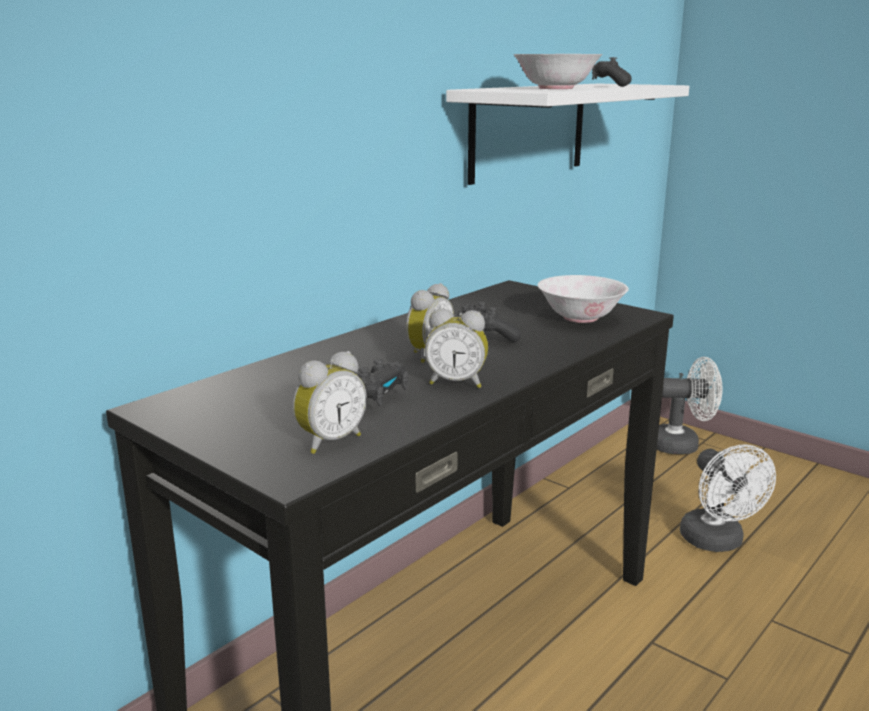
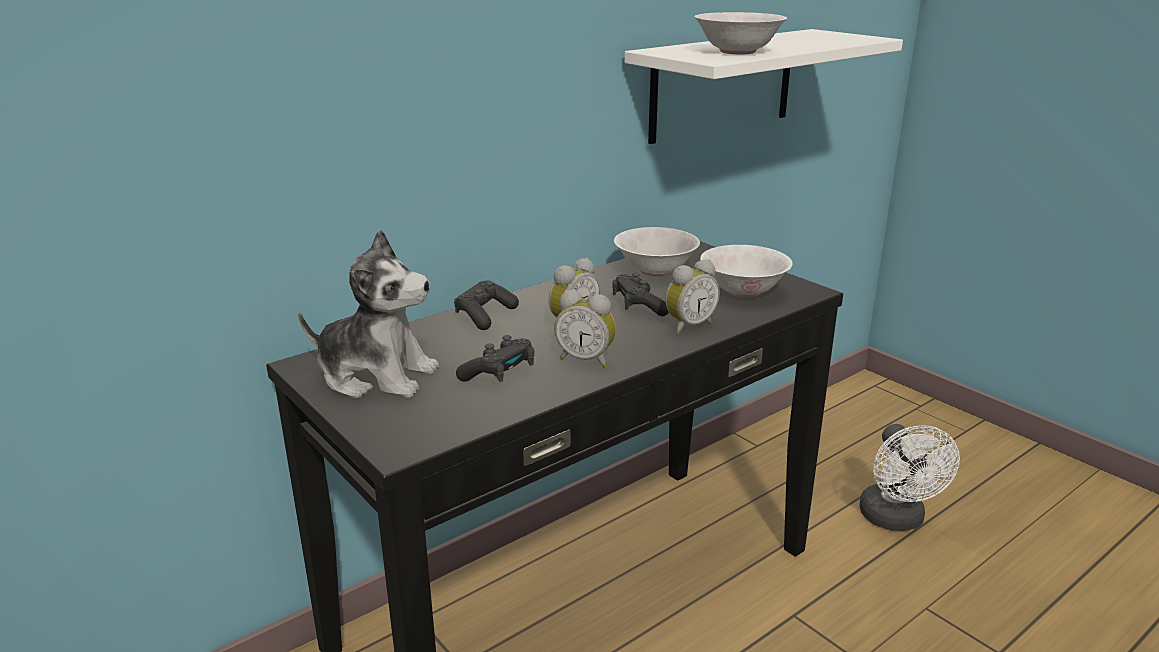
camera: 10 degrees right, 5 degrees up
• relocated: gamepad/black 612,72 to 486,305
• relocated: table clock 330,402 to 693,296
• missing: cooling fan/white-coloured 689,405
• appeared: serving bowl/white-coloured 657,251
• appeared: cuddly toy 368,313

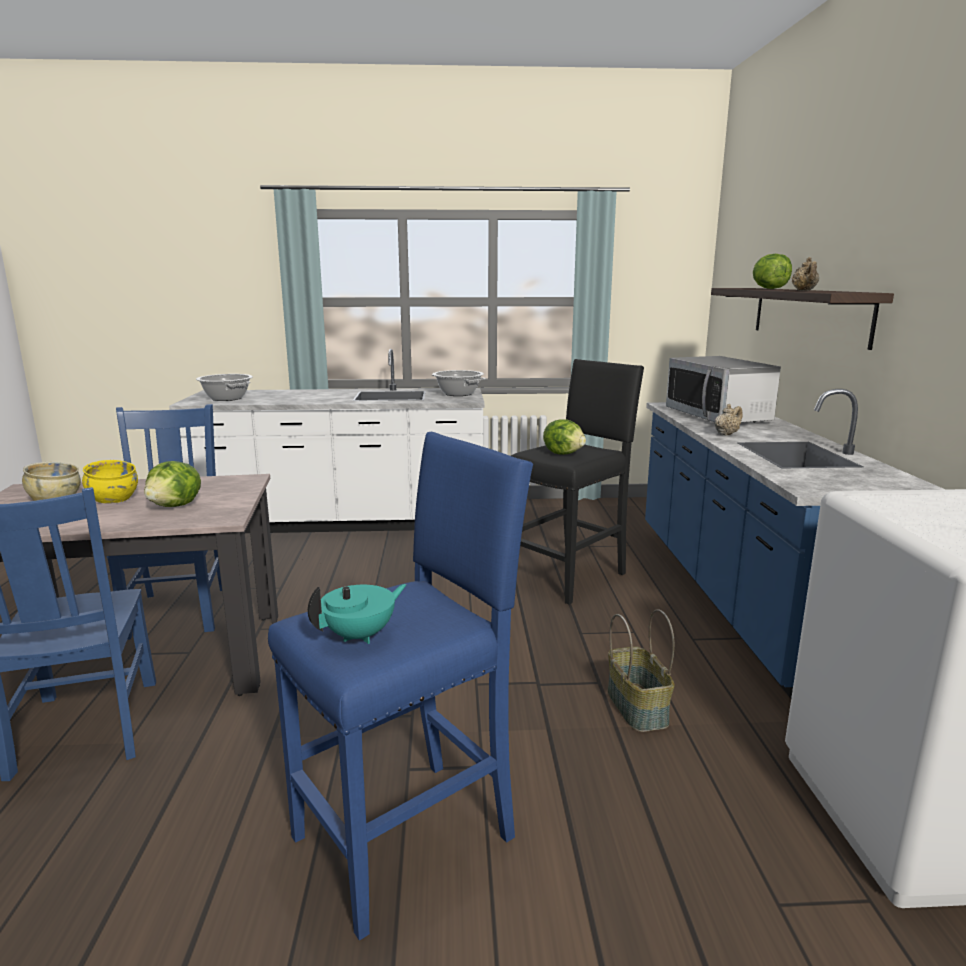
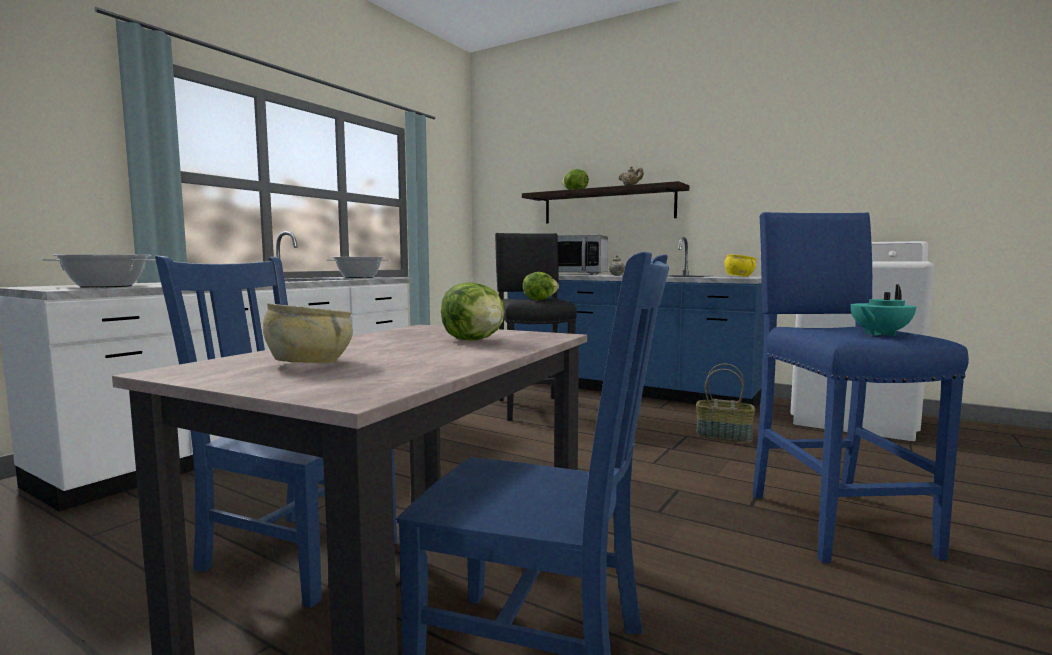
camera: 55 degrees left, 10 degrees down
• relocated: serving bowl/yellow 110,482 to 740,265
• spun: tea pot/turquoise-coloured 357,614 = 883,310 120 degrees counterclockwise

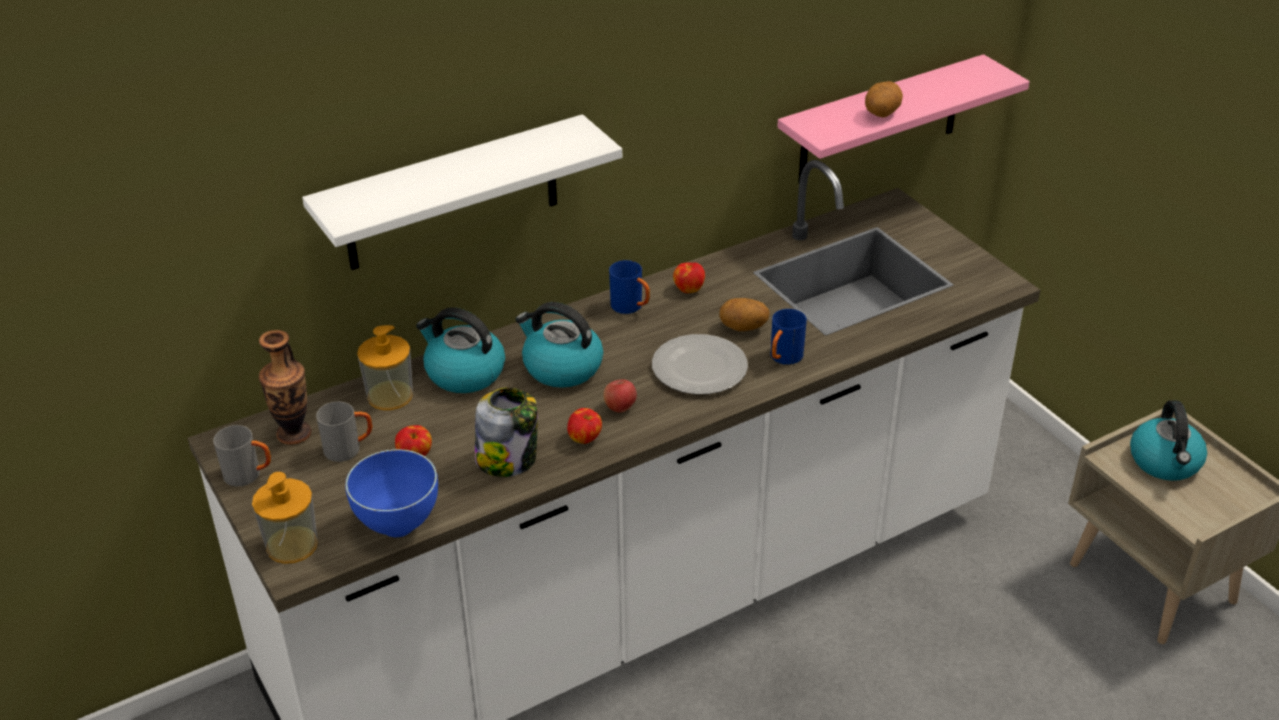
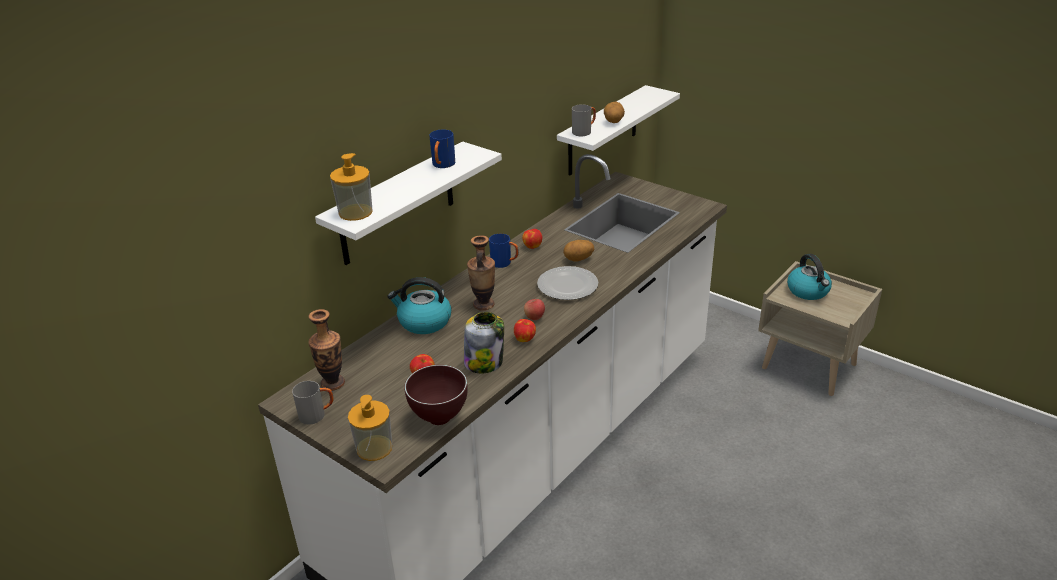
camera: 20 degrees left, 5 degrees down
• colour: wall shelf/pink 903,118 to wall shelf/white-coloured 618,130
• exchanged: water kettle 559,345 to decorative vase 481,273
• relocated: mug/bluish 789,337 to 442,149
• relocated: soap bottle 385,367 to 351,187
• relocated: mug/gray 344,431 to 584,120
• colour: serving bowl/bluish 391,493 to serving bowl/brownish 436,395

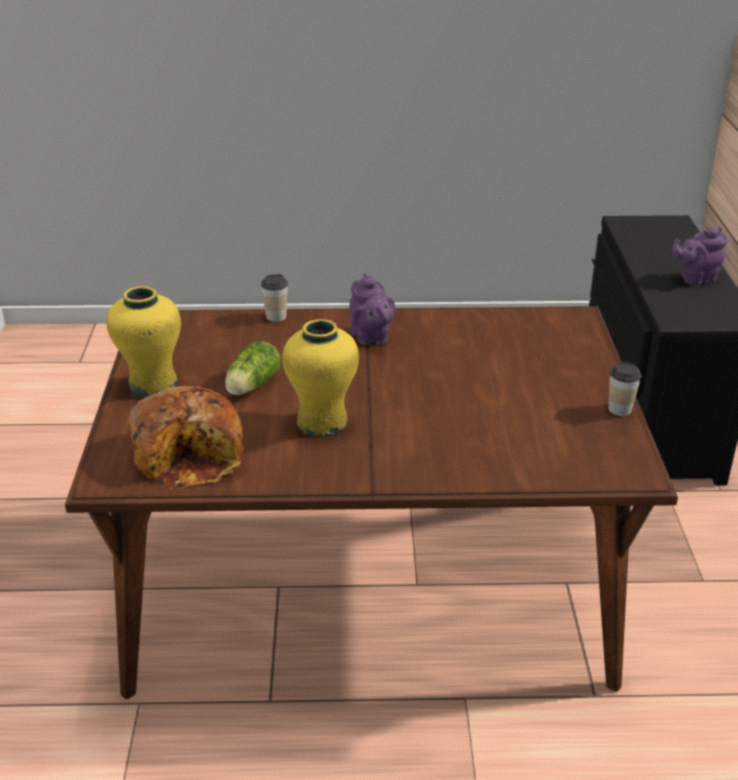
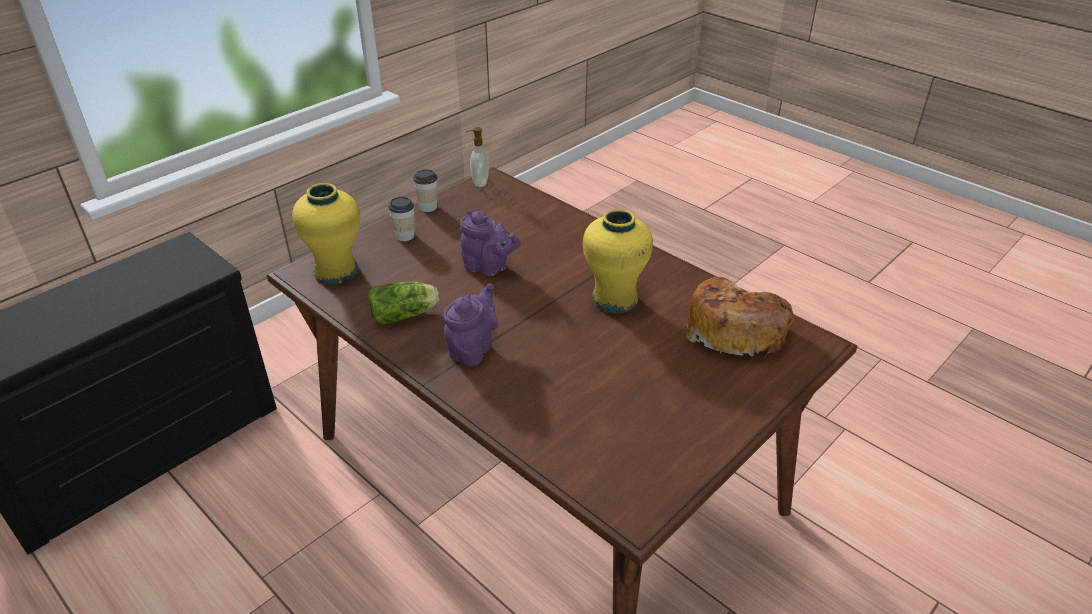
camera: 135 degrees left, 5 degrees up
• relocated: tea pot/purplish 700,256 to 490,243
• relocated: small cup 274,298 to 401,219
• relocated: decorative vase/yellow 143,341 to 326,234
• relocated: head of lettuce 253,368 to 403,303
• appeared: soap bottle 477,157

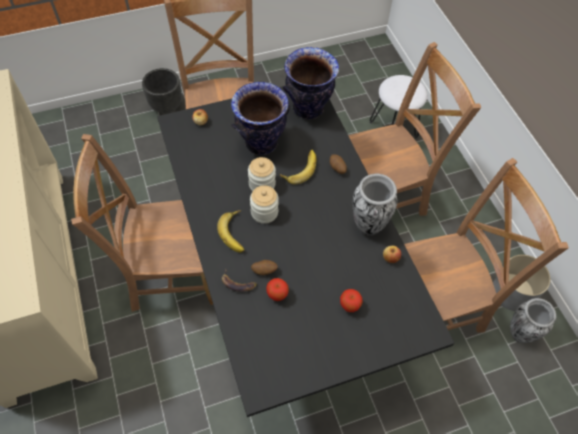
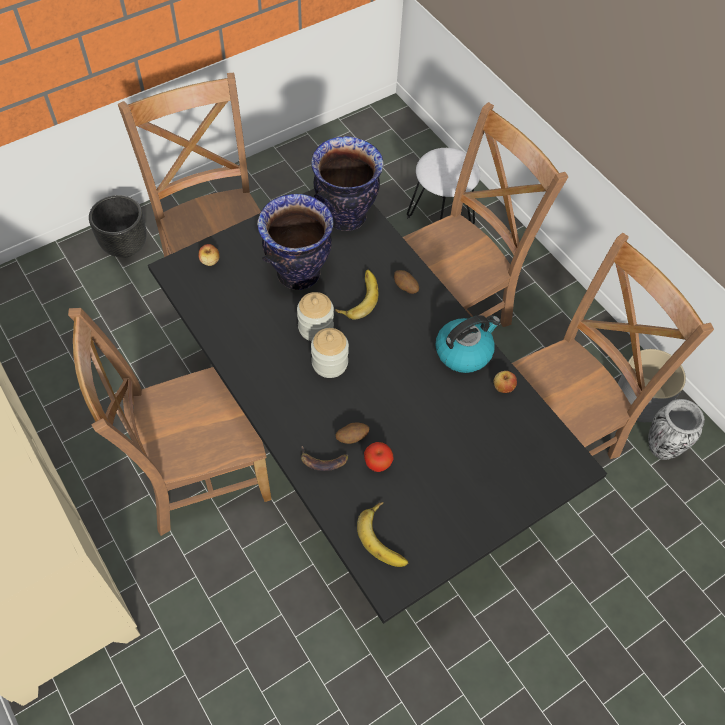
camera: 15 degrees left, 0 degrees up
• exchanged: decorative vase 375,205 to water kettle 468,344
• relocated: whole banana 230,231 to 382,534
• missing: apple 351,300

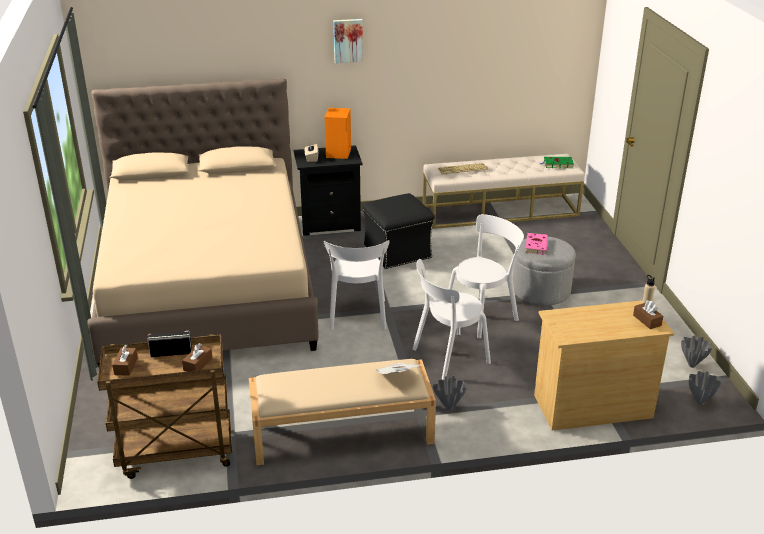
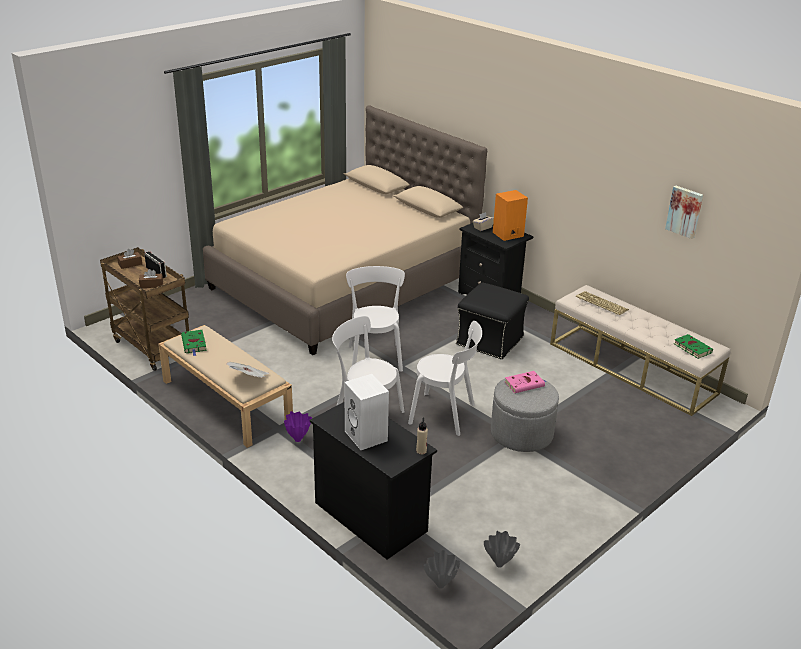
camera: 55 degrees right, 0 degrees up
• relocated: wall art 348,41 to 684,212
• spun: upright chair/white-coloured 356,285 = 375,319 120 degrees clockwise
• colour: chest of drawers/beige 604,365 to chest of drawers/black 373,481
• missing: tissue box/brownish 648,314
• colour: decorative vase/gray 450,393 to decorative vase/purplish 298,426
• appeared: volume/green-coloured 194,343
• appeared: speaker/white-coloured 366,412

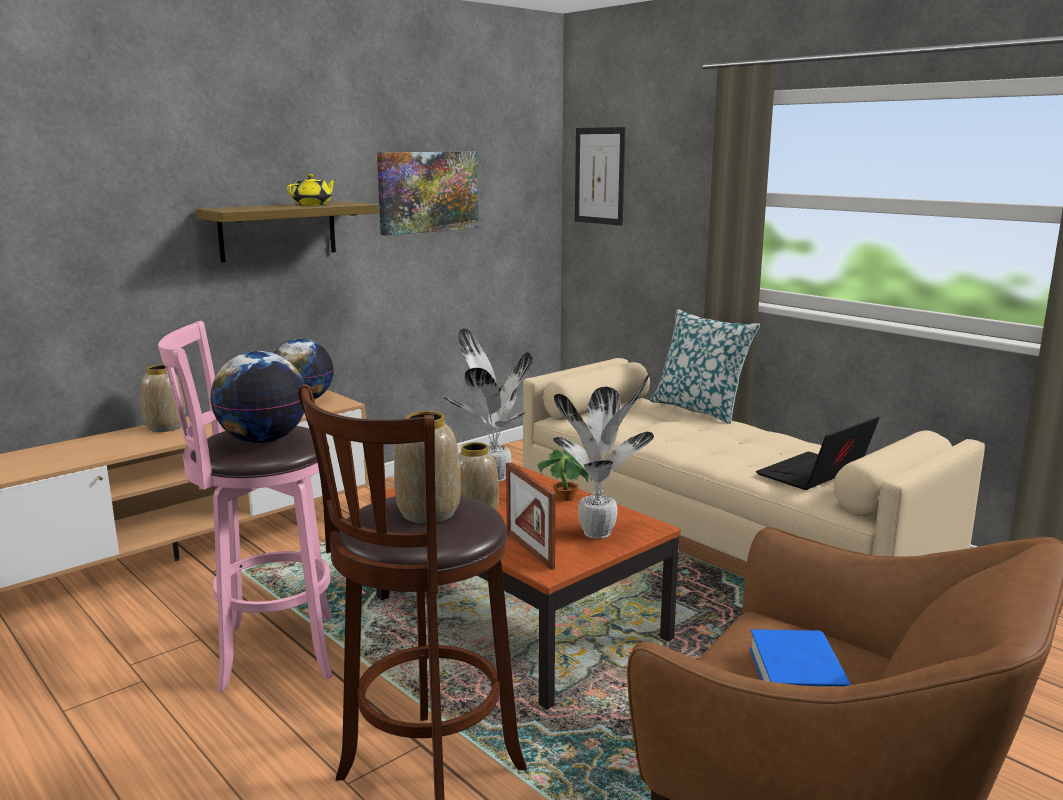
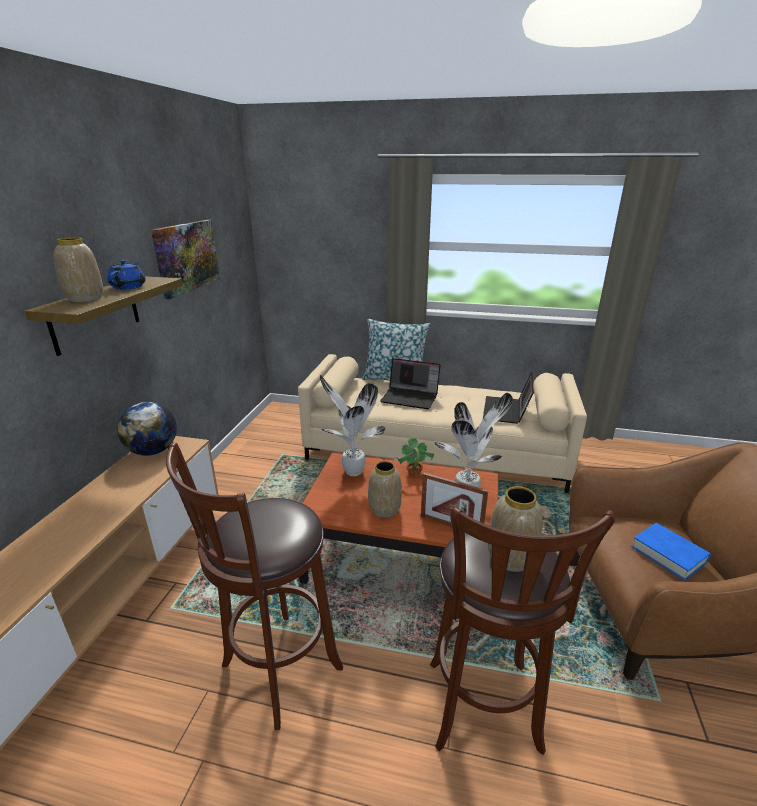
camera: 35 degrees left, 10 degrees up
• missing: wall art 600,176
• colour: tea pot/yellow 311,189 to tea pot/bluish 126,275
• colour: stool seat/pink 245,506 to stool seat/brownish 254,586
• missing: world globe 257,397
• relocated: decorative vase 163,398 to 78,269
• appeared: portable computer 410,383

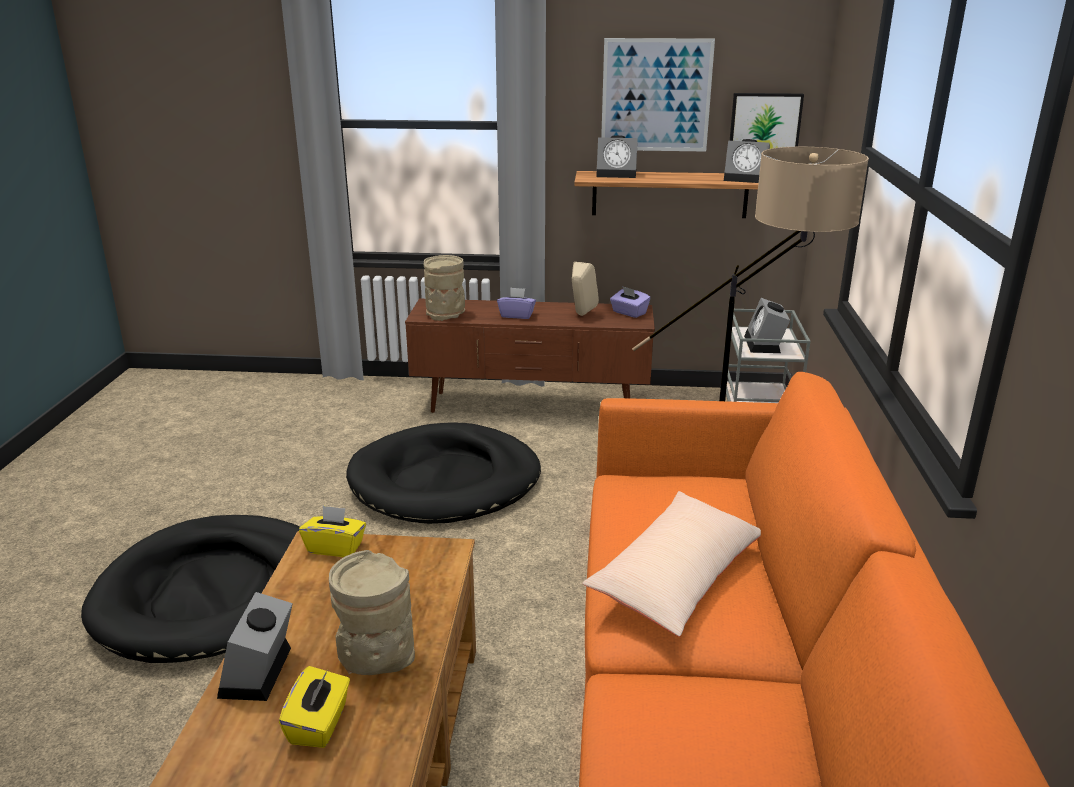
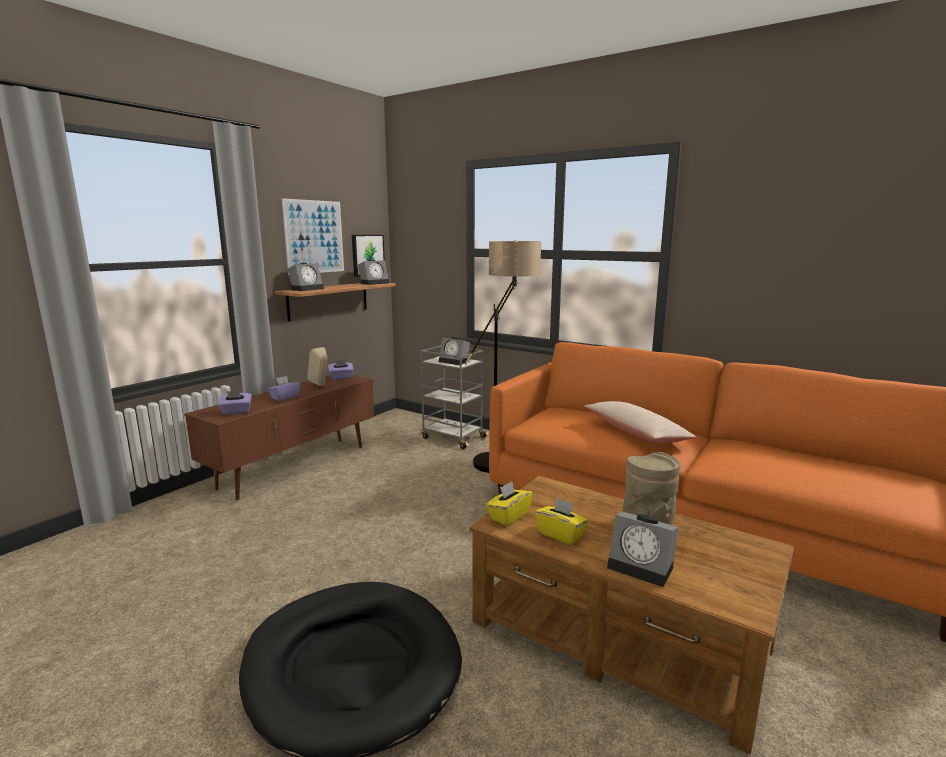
camera: 60 degrees left, 10 degrees down
• exchanged: decorative vase/beige 444,288 to tissue box/purplish 235,403
• missing: dog bed/black 443,473
• relocated: tissue box/yellow 314,707 to 561,521

